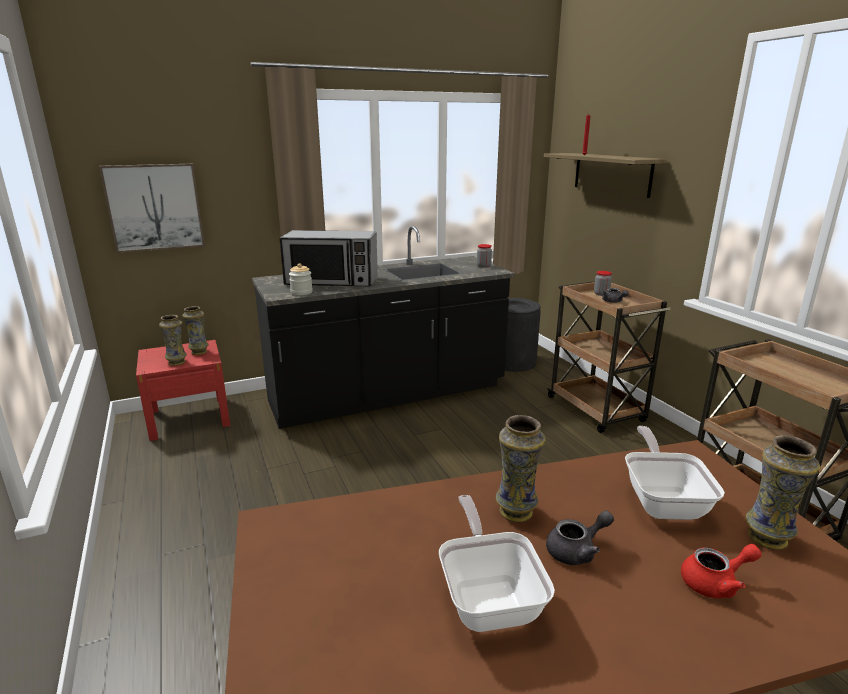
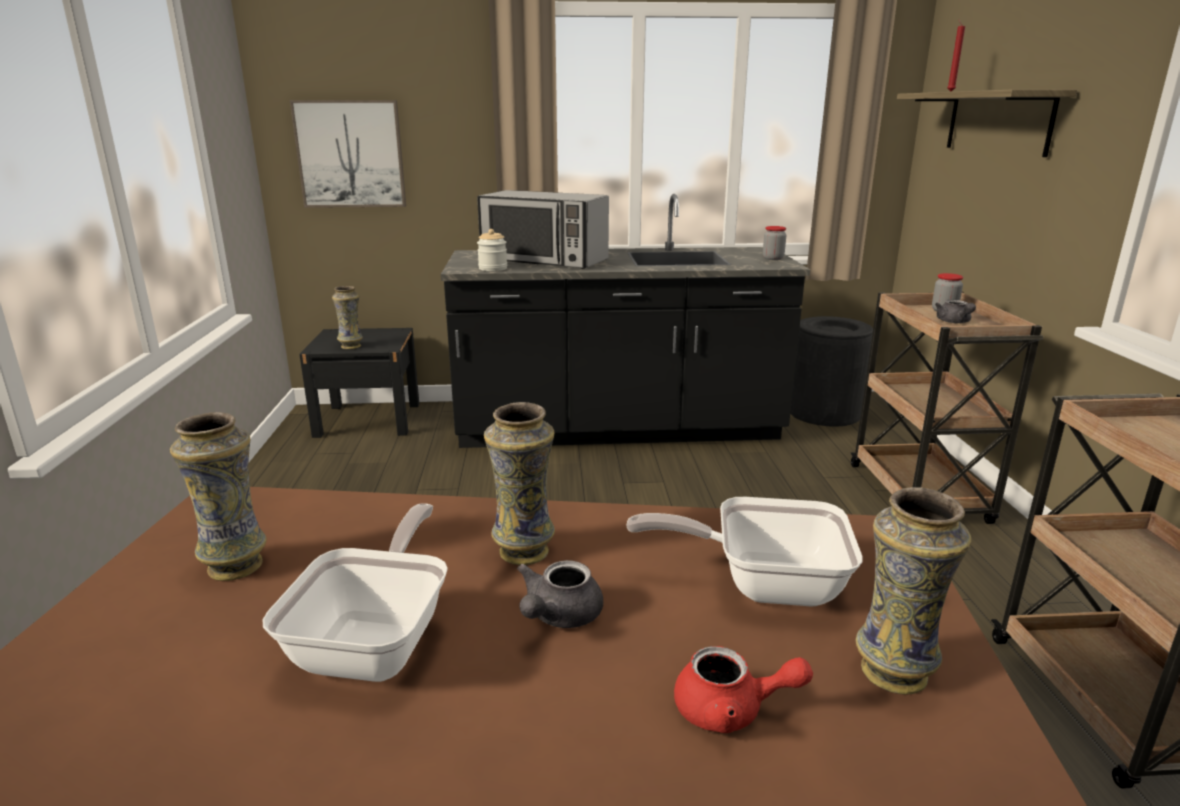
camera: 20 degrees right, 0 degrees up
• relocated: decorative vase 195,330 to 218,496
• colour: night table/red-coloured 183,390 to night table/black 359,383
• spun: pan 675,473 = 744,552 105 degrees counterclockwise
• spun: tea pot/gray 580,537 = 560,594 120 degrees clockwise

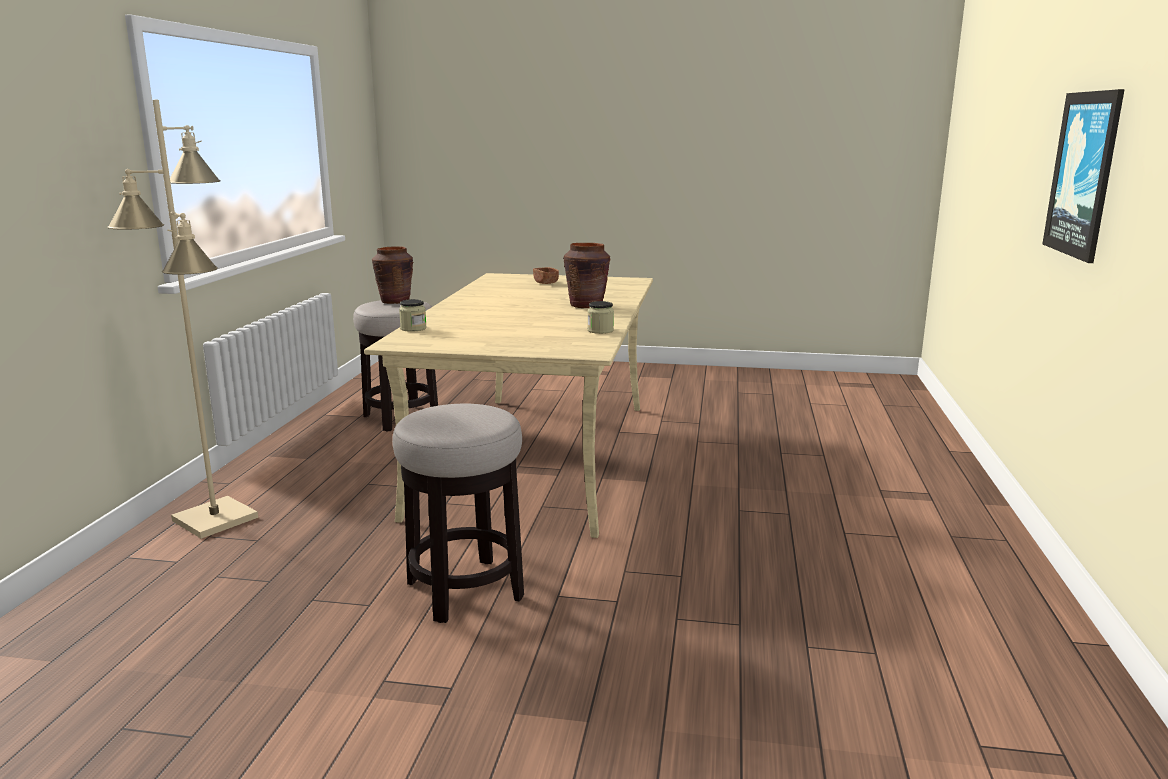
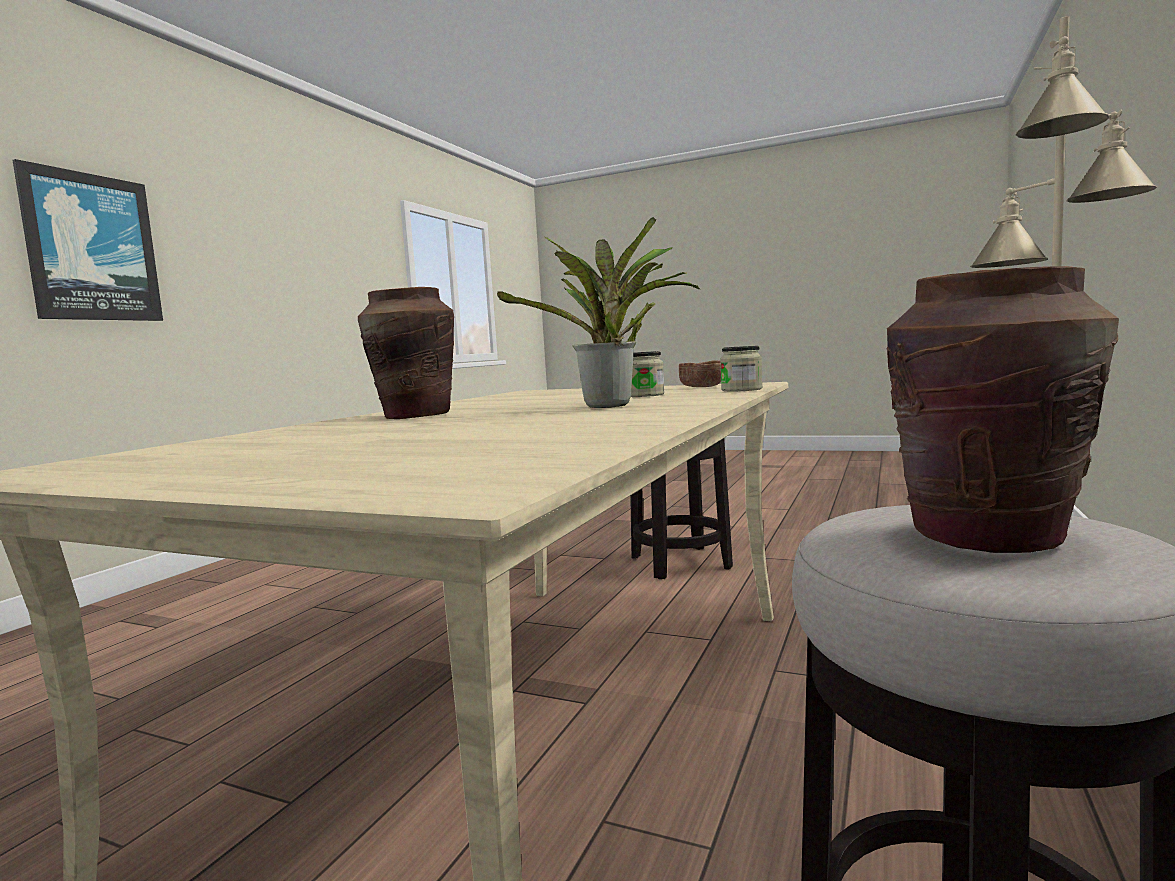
camera: 165 degrees left, 10 degrees down
• relocated: serving bowl/brownish 546,275 to 700,373
• relocated: storage jar 601,317 to 648,374
• appeared: plant in a pot 598,312

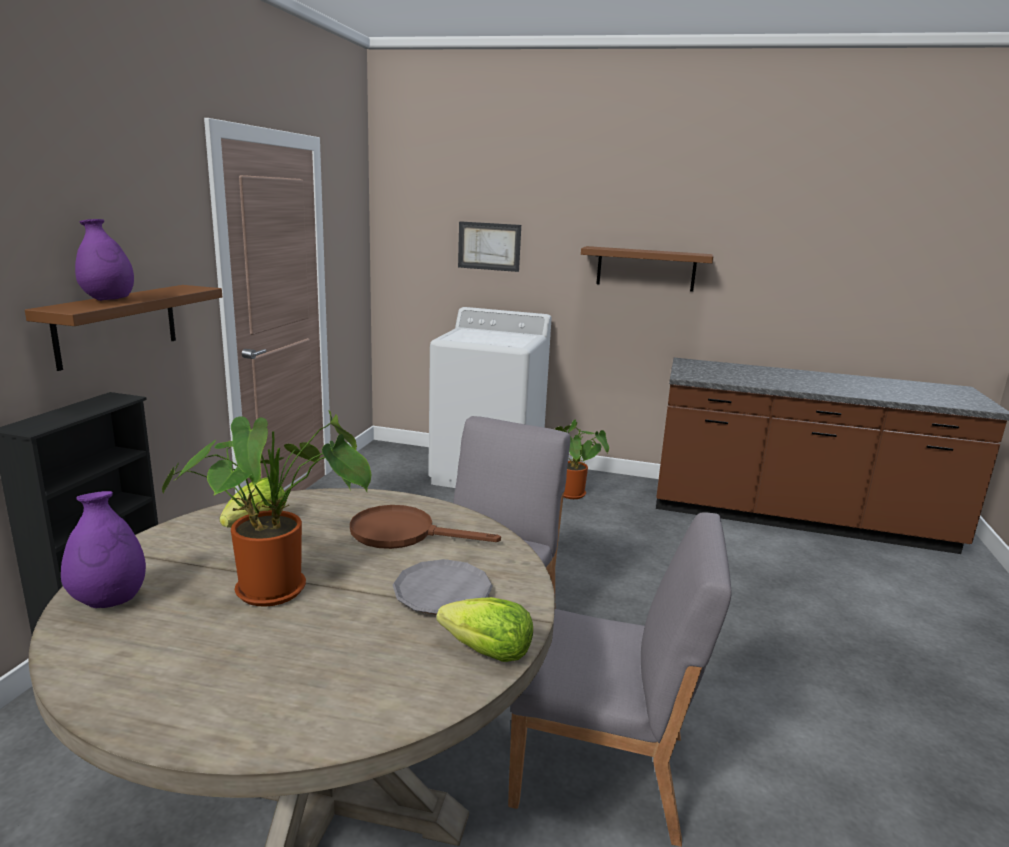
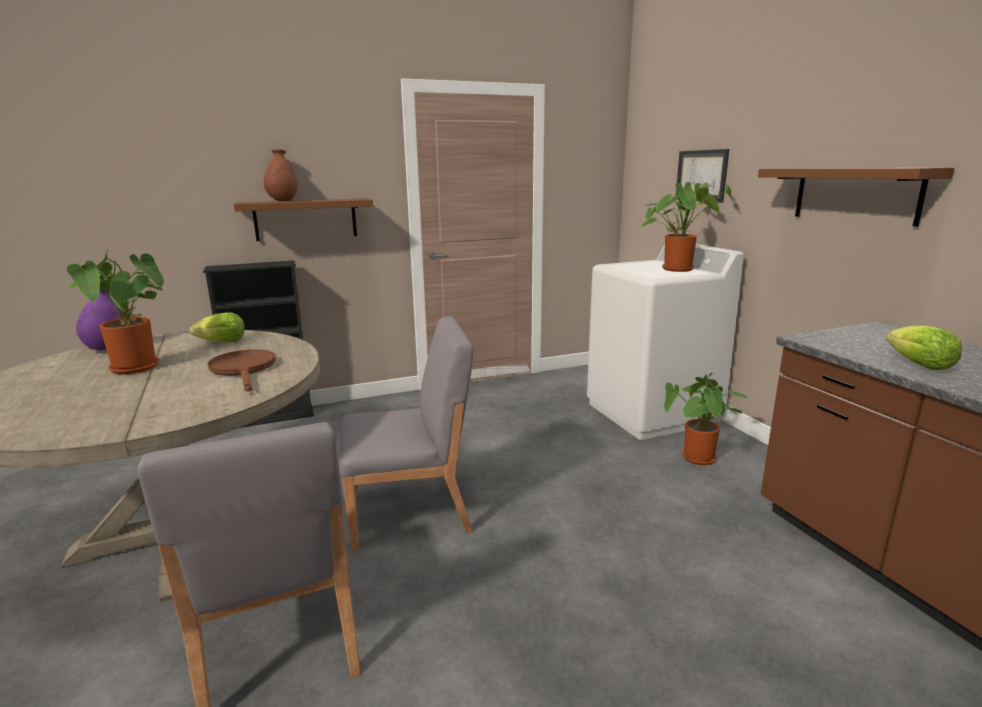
camera: 55 degrees right, 0 degrees up
• colour: decorative vase/purplish 104,260 to decorative vase/brownish 280,175
• missing: dinner plate/gray 443,587
• relocated: head of lettuce 485,629 to 924,347
• appeared: plant in a pot 689,227

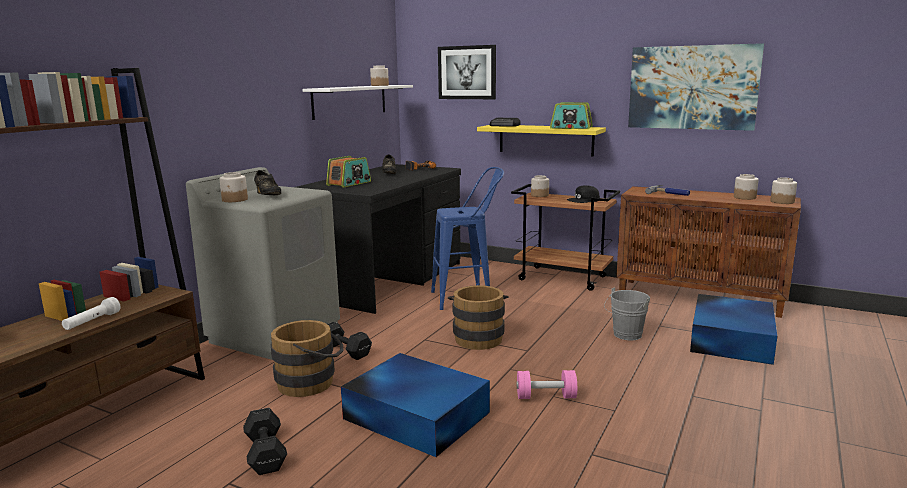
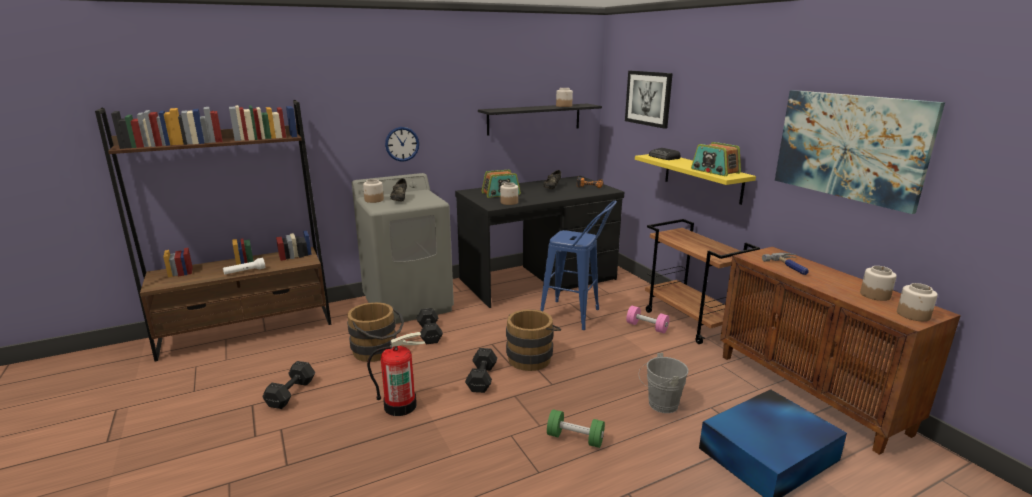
camera: 35 degrees right, 5 degrees up
• colour: wall shelf/white-coloured 358,102 to wall shelf/black 540,119
• relocated: storage jar 540,186 to 509,193
• missing: baseball cap/black 583,194
• exchanged: storage bin/bluish 415,405 to fire extinguisher 396,374
• relocated: hand weight/pink 546,384 to 647,319
• appeared: wall clock 402,144
• appeared: hand weight/black 481,370
• appeared: hand weight/green-coloured 576,428

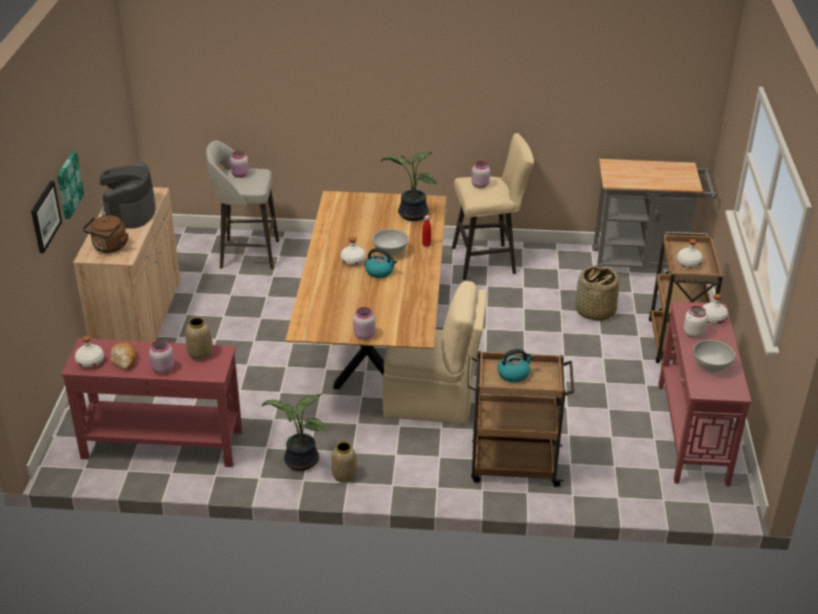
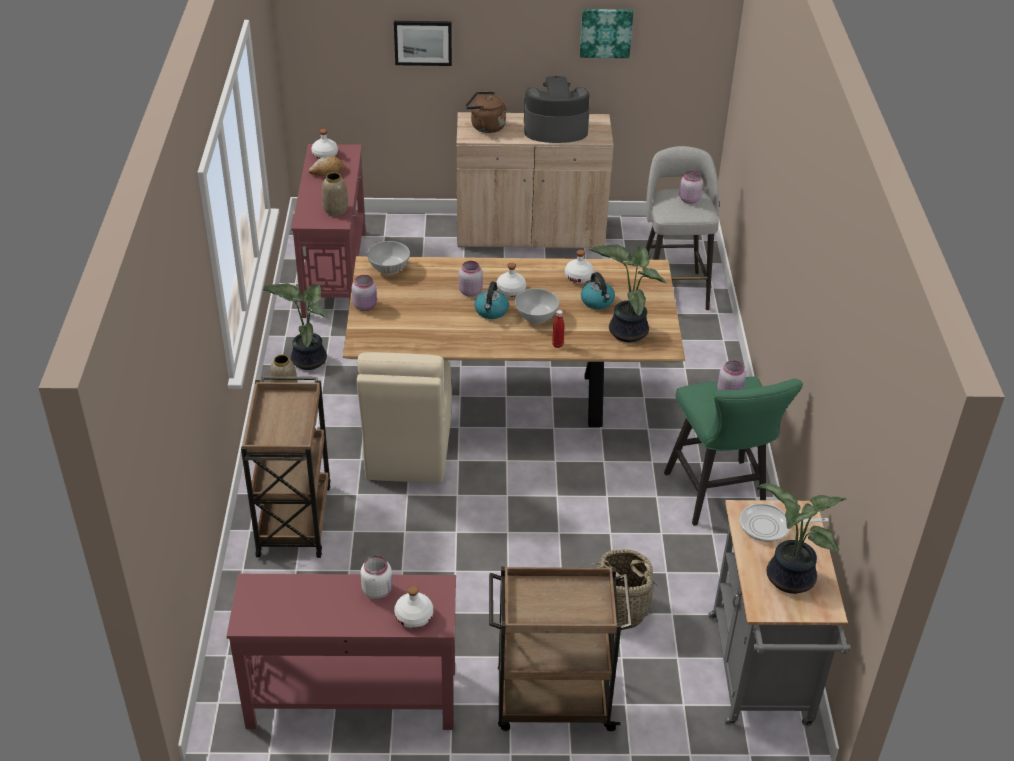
camera: 85 degrees right, 5 degrees up
• colour: stool seat/beige 493,206 to stool seat/green-coloured 733,451
• relocated: wall art 70,185 to 606,33
• relocated: drink bottle/white-coloured 690,253 to 579,267
• relocated: storage jar/pink 161,357 to 471,279
• relocated: serving bowl/white-coloured 714,356 to 388,258
• relocated: water kettle 515,365 to 598,290
• appeared: plant in a pot 802,538
• appeared: pan 784,522

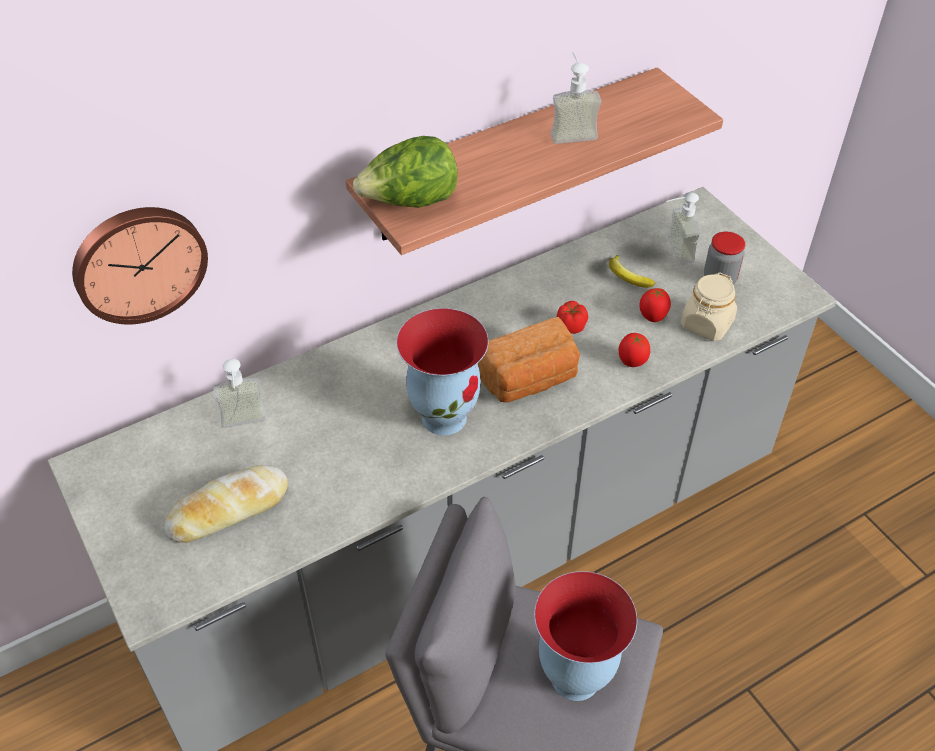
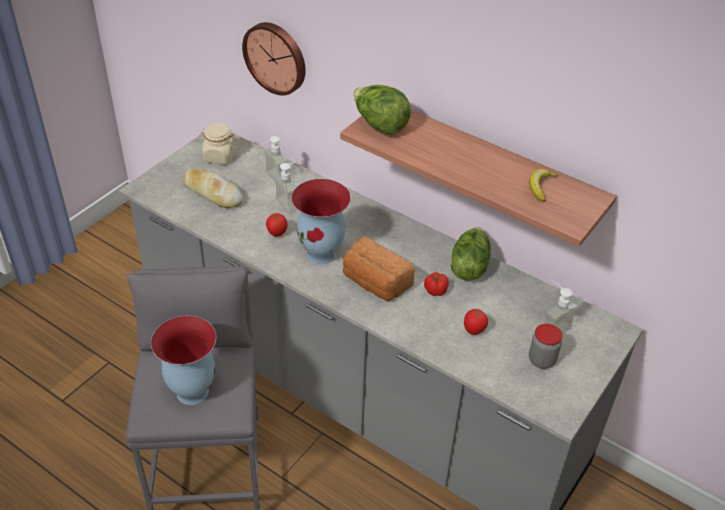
camera: 65 degrees right, 5 degrees down
• relocated: soap bottle 575,98 to 288,187
• relocated: whole banana 632,271 to 543,185
• relocated: storage jar/beige 709,306 to 218,143
• relocated: tomato 634,350 to 276,225
• appeared: head of lettuce 471,254

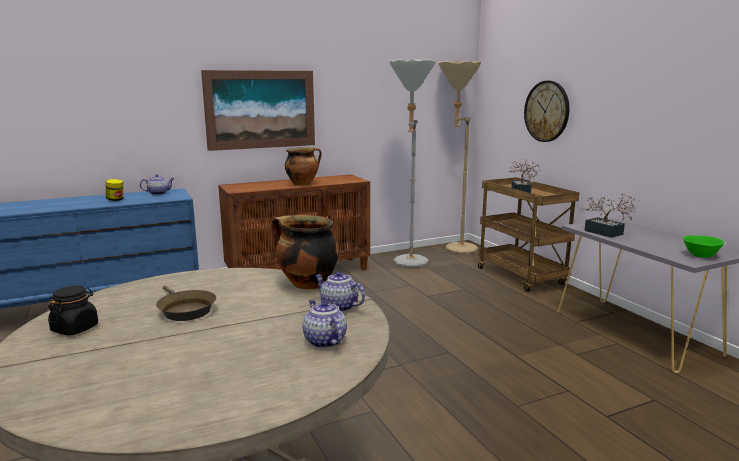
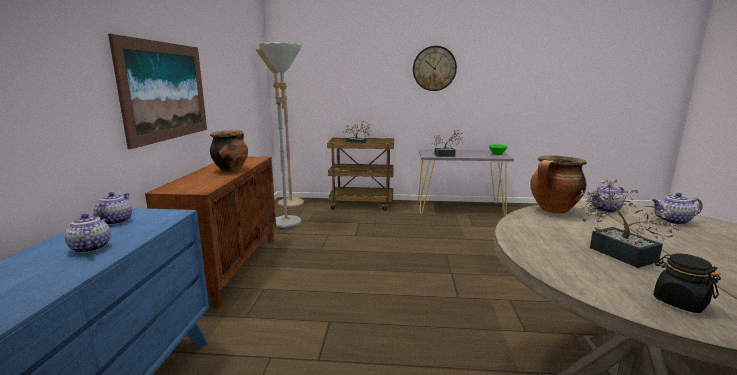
camera: 60 degrees left, 0 degrees up
• relocated: wall clock 546,111 to 435,68
• exchanged: storage jar 114,190 to tea pot 87,233
• exchanged: pan/brownish 186,303 to plant in a pot 630,223

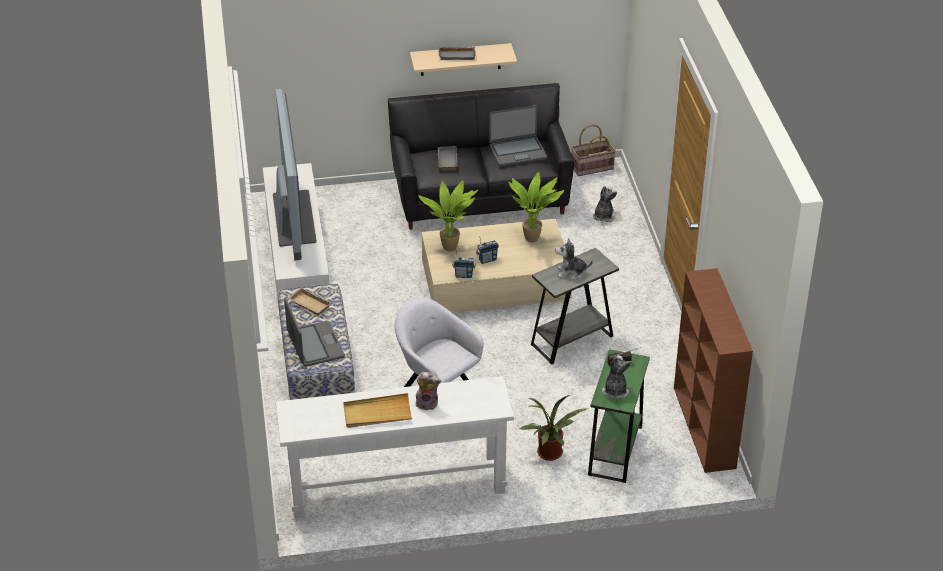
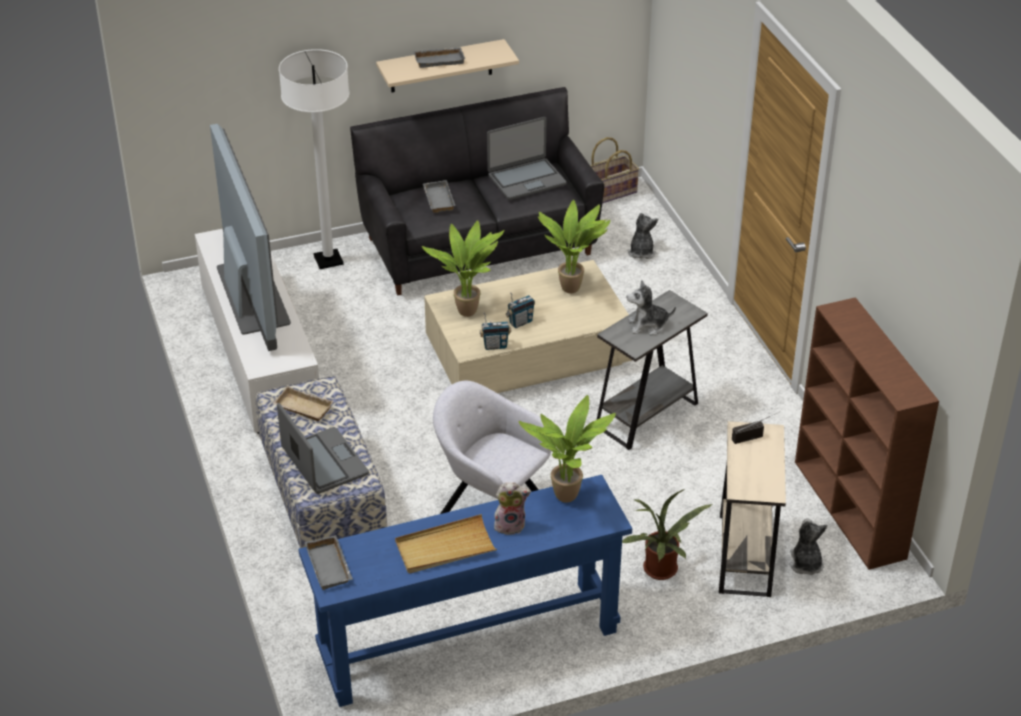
camera: 10 degrees left, 0 degrees up
• colour: end table/green-coloured 619,416 to end table/beige 752,509
• relocated: cuddly toy 617,377 to 808,546
• colour: narrow table/white-coloured 395,447 to narrow table/bluish 465,591
• appeared: standard lamp/white-coloured 314,159
• appeared: plant in a pot 567,449
• appeared: carrying tray/gray 329,562

